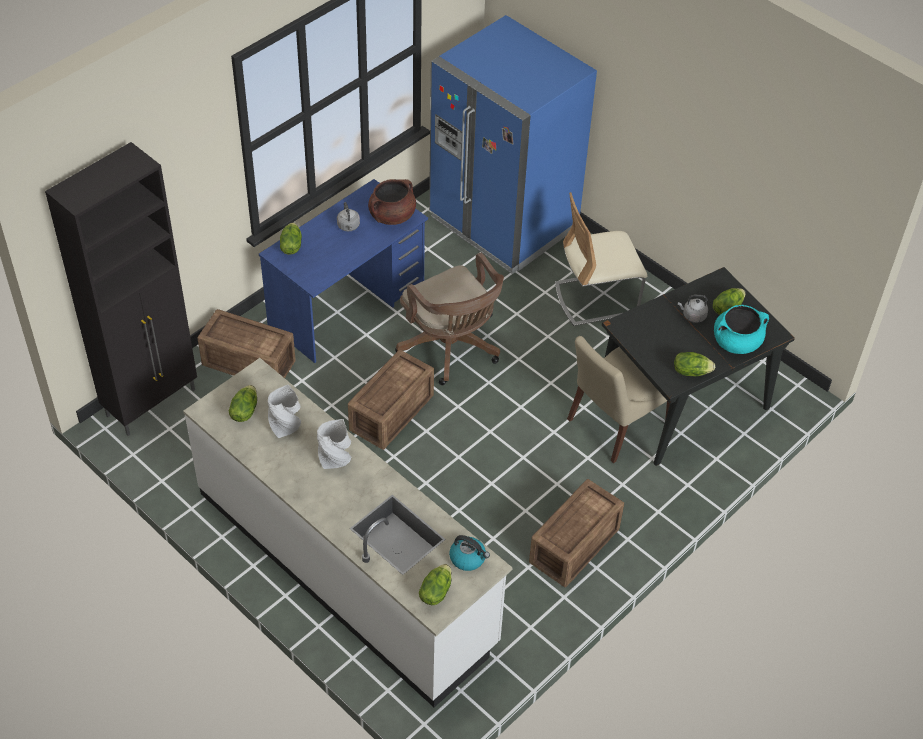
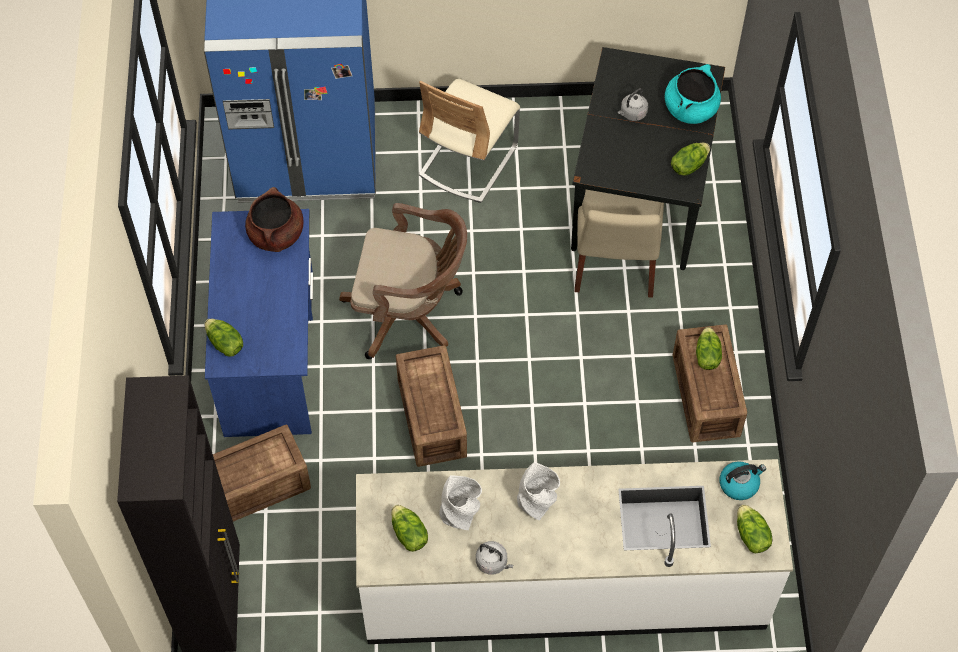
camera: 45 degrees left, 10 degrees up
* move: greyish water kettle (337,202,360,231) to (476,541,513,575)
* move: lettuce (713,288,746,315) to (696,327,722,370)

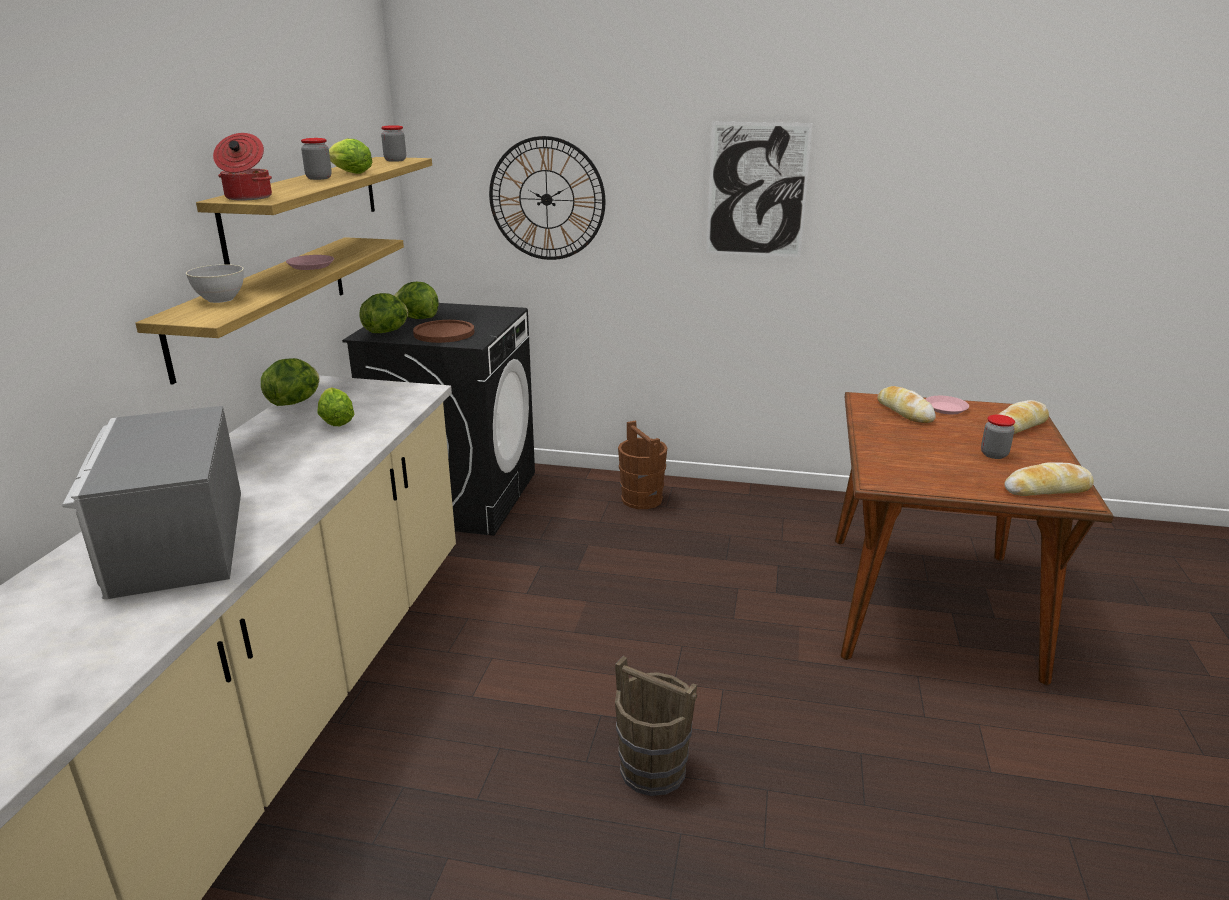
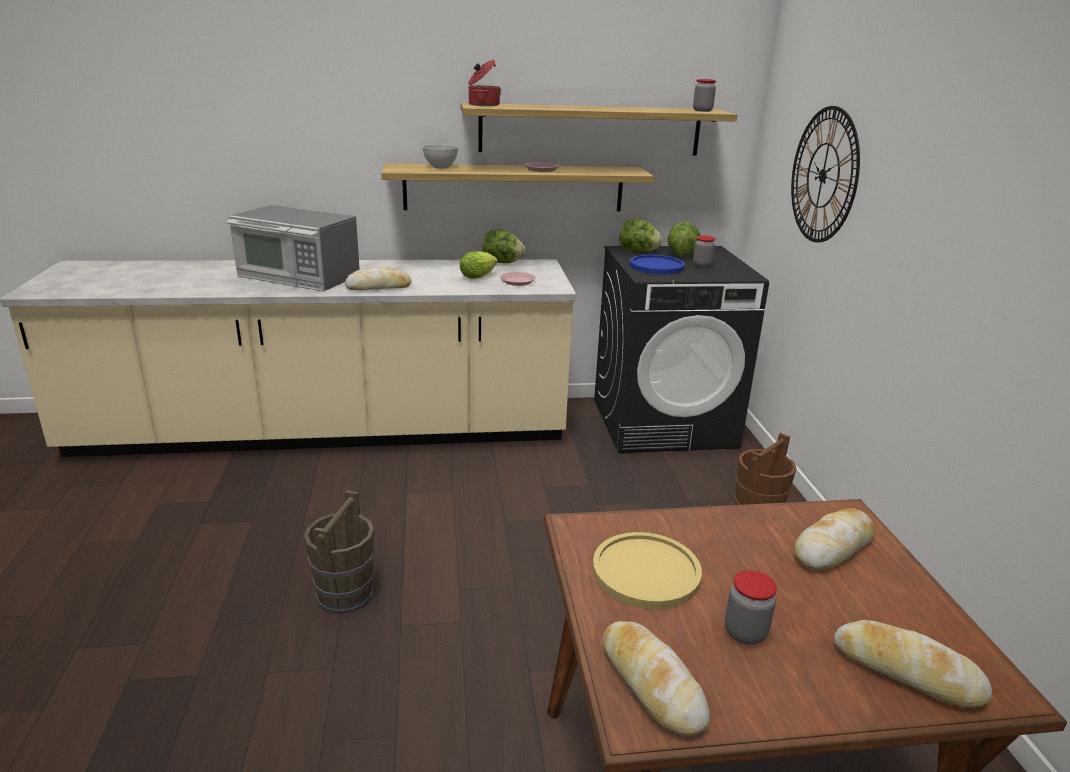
camera: 70 degrees right, 0 degrees up
* delete: lettuce (329,139,373,174)
* delete: wall picture (706,122,812,257)
* insert: bread (345,267,412,290)
* insert: yellowish flat dish (592,532,702,609)
* move: preserve jar (301,138,332,180) to (693,235,715,268)
* move: pink-coloured flat dish (925,396,969,414) to (500,272,536,286)
* recolor: brown-coloured flat dish (413,320,474,343) to blue-coloured flat dish (630,255,685,274)
* rotate: microwave (62,406,241,599) = (226,205,360,291) 120 degrees counterclockwise

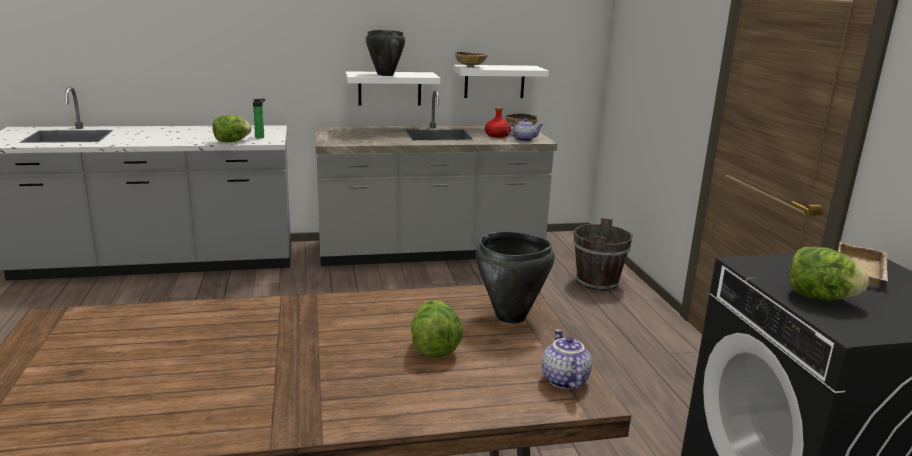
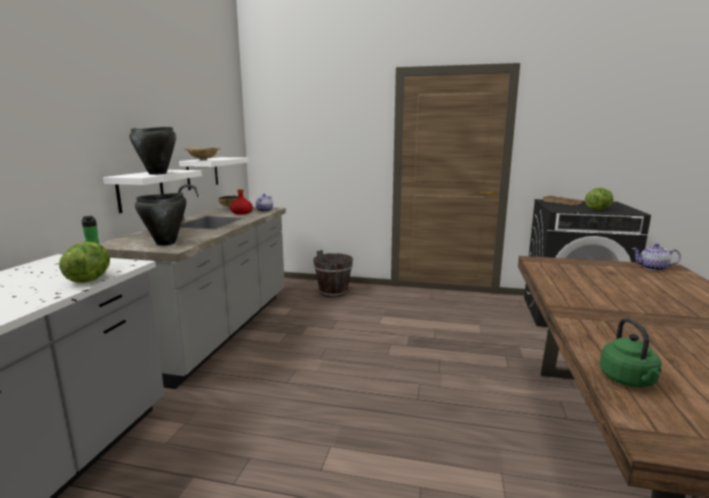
camera: 65 degrees left, 5 degrees down
* delete: lettuce (411,300,463,358)
* insert: greenish water kettle (600,318,662,388)
* move: black saucepot (475,232,555,323) to (135,193,186,246)

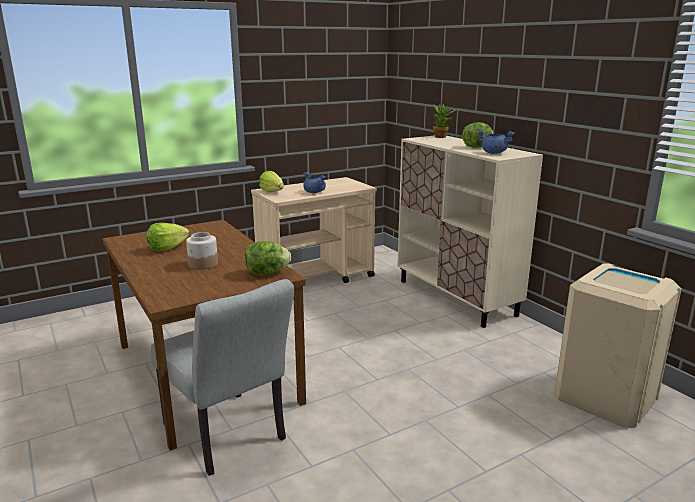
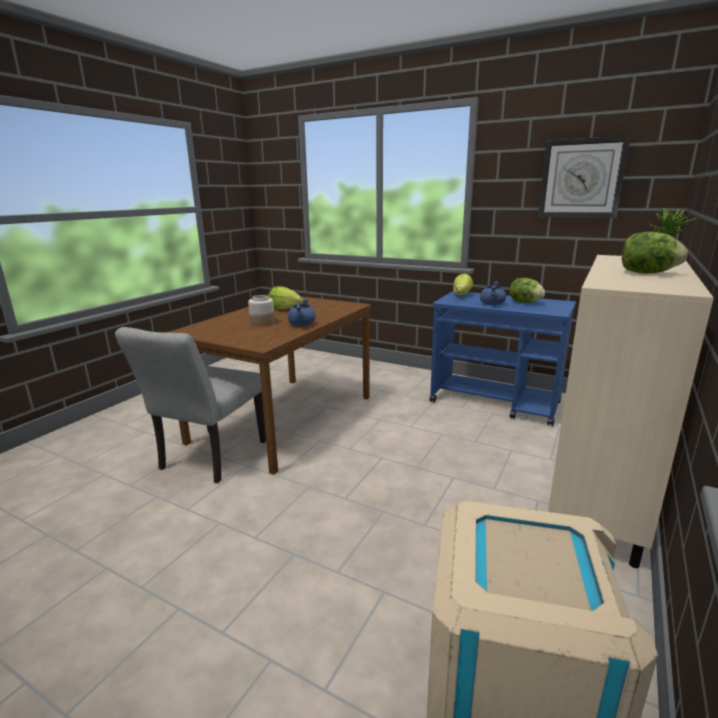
camera: 60 degrees right, 0 degrees up
* insert: hanging clock (538,136,630,218)
* move: lettuce (245,241,291,275) to (510,278,545,303)
* move: blue-coloured saucepot (477,130,515,154) to (288,299,316,326)
* recolor: beige wheeled cart (251,177,377,283) to blue-coloured wheeled cart (429,291,576,426)

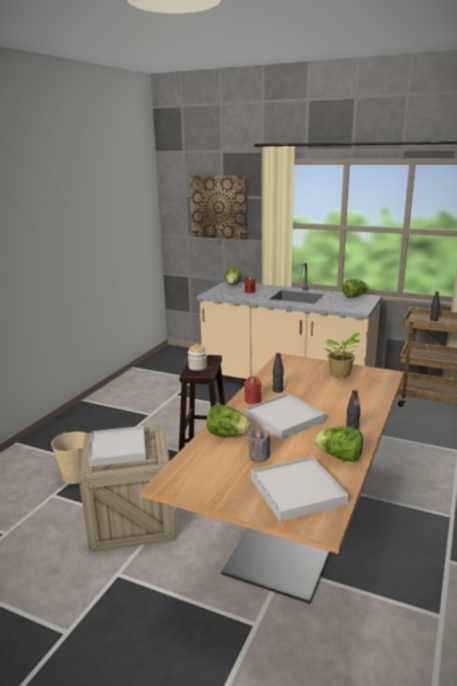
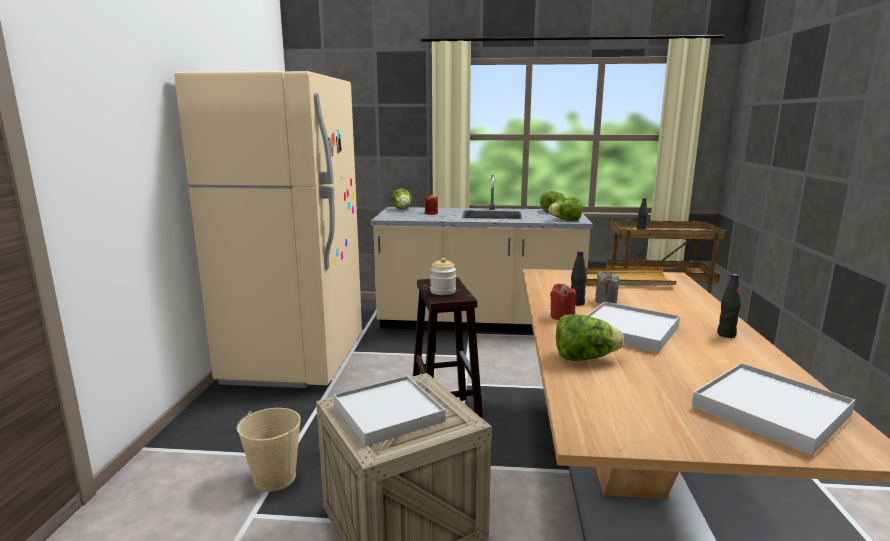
camera: 20 degrees left, 5 degrees down
* delete: wall picture (190,175,248,240)
* insert: beige refrigerator (174,71,362,388)
* move: greyish wax light (248,428,270,462) to (595,271,619,304)
* move: lettuce (314,427,363,462) to (549,197,582,221)
* replace: potted plant (324,333,360,377) to beige serving tray (586,268,677,286)

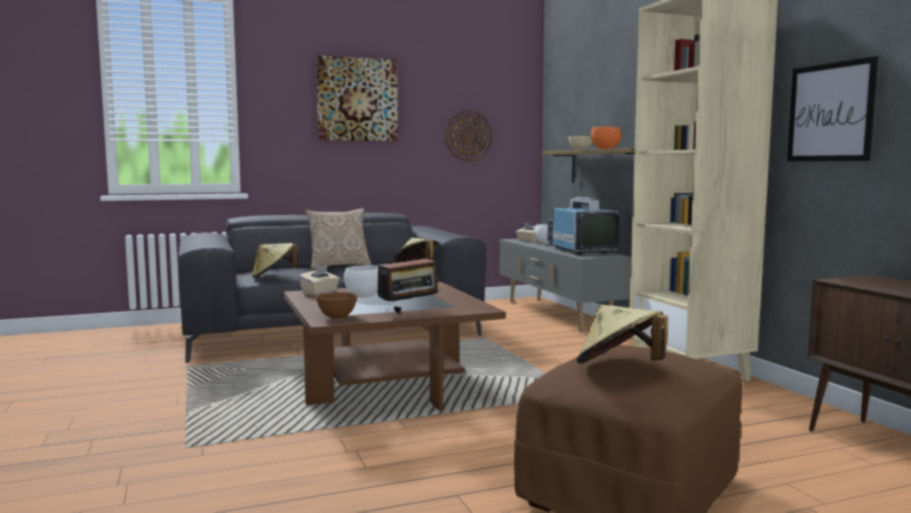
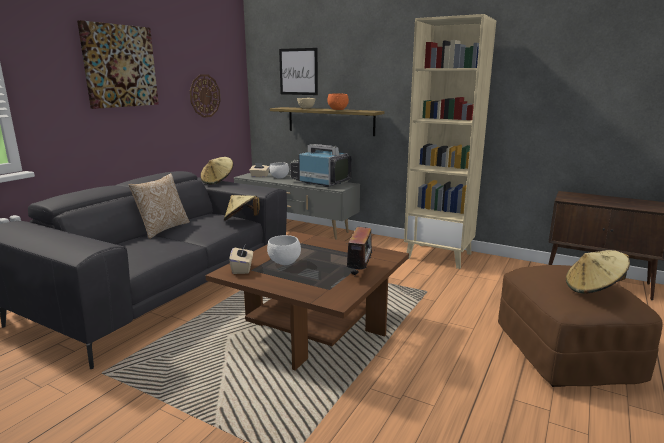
camera: 40 degrees left, 10 degrees up
* delete: brown-coloured serving bowl (316,292,357,318)
* move: beige hat (252,243,299,278) to (200,157,233,184)
* move: wall picture (787,56,878,161) to (279,48,318,95)

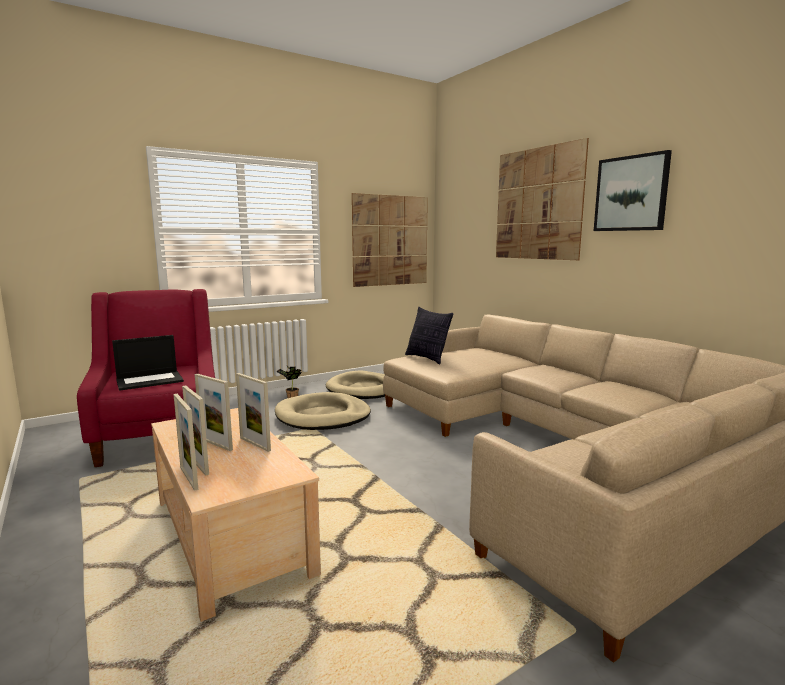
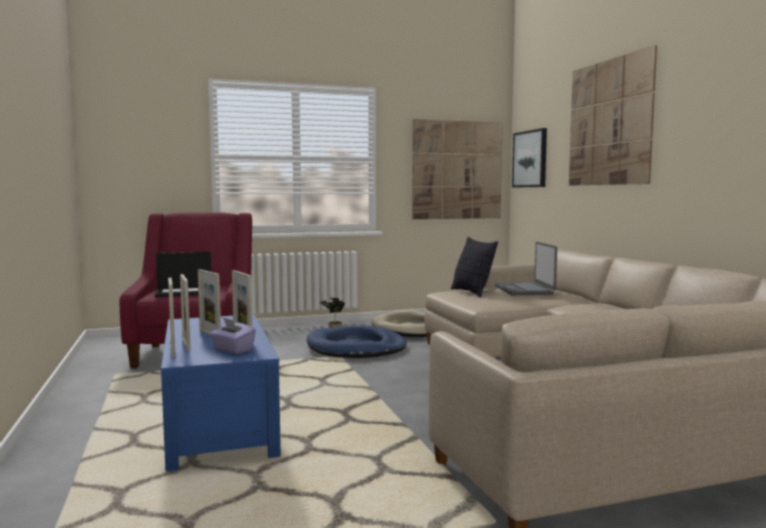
camera: 15 degrees right, 5 degrees down
* insert: purple-coloured box of tissues (209,318,256,354)
* insert: laptop (495,242,557,295)
* move: wall picture (594,150,672,231) to (512,128,547,188)
* recolor: beige lounge table (151,408,321,622) to blue-coloured lounge table (161,314,281,472)
* recolor: beige dog bed (275,392,371,430) to blue-coloured dog bed (307,325,407,358)

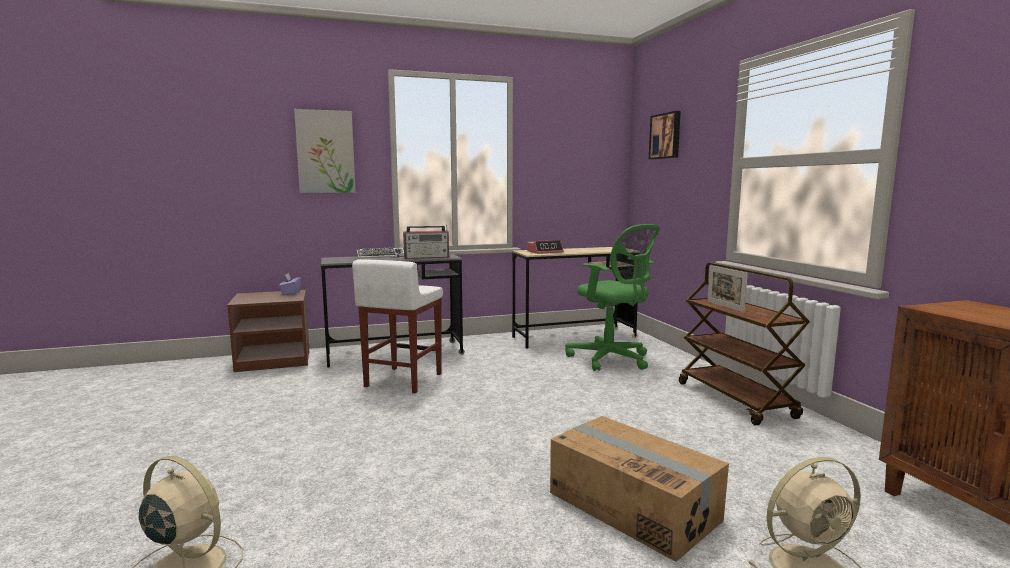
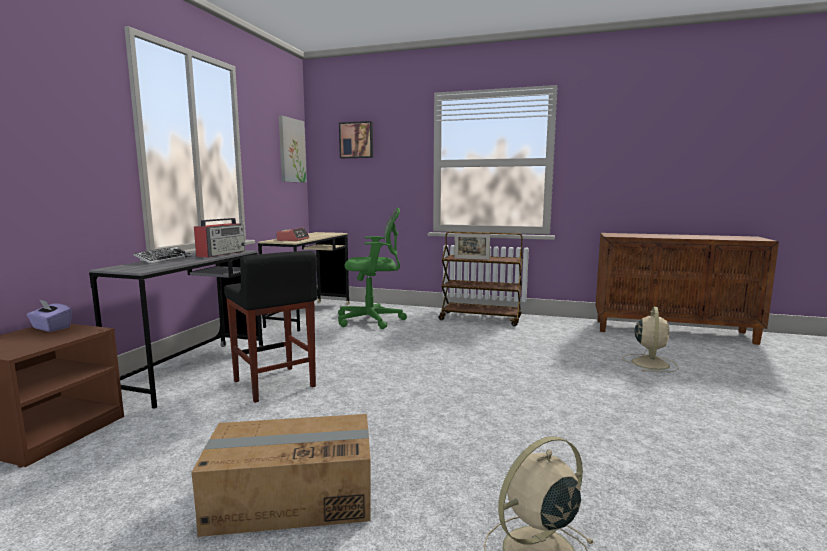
camera: 55 degrees left, 0 degrees up
* move: wall picture (294,109,356,193) to (279,116,307,182)
* move: packing box (550,416,729,562) to (191,414,371,537)
* recolor: whitish stool seat (352,259,443,394) to black stool seat (224,251,317,403)

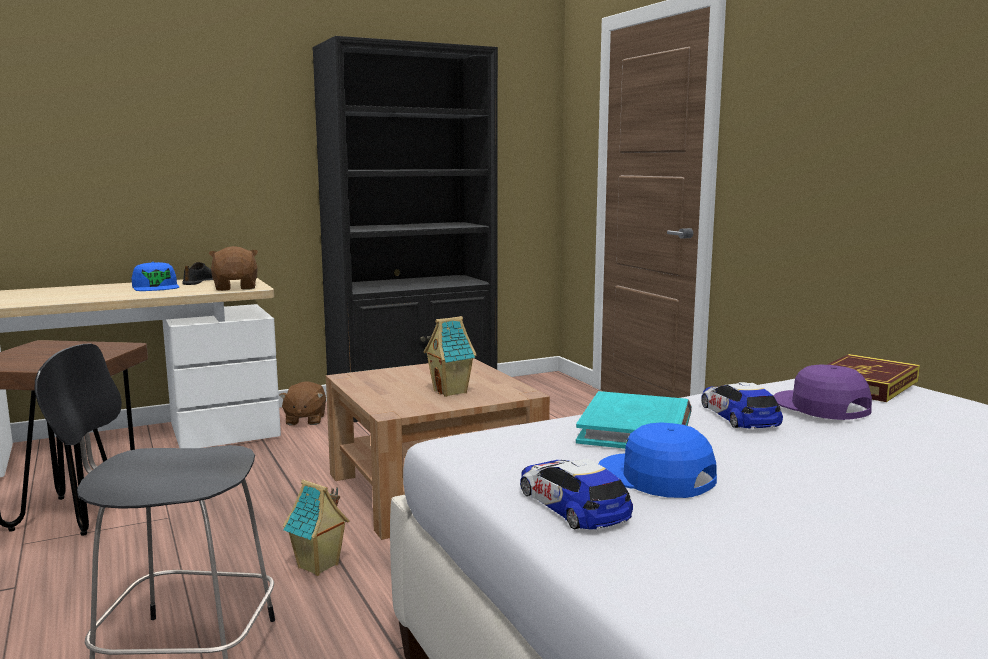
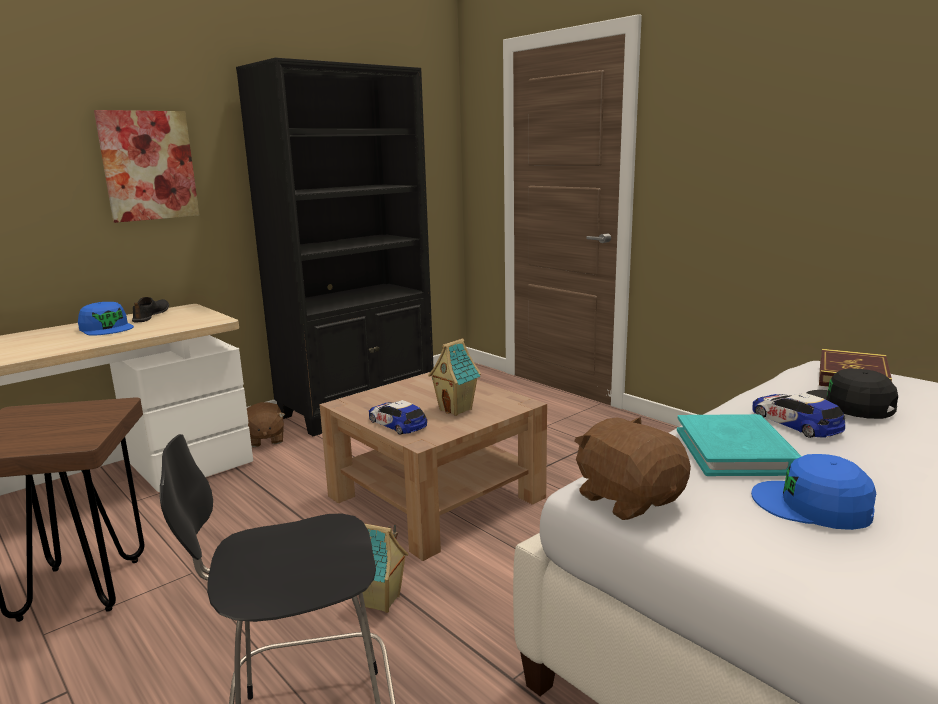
camera: 15 degrees left, 5 degrees up
* insert: wall picture (94,110,199,223)
* move: brown-coloured soft toy (208,246,258,291) to (574,417,691,520)
* move: toy car (520,459,633,529) to (369,400,427,435)
* recolor: purple-coloured baseball cap (773,365,872,420) to black baseball cap (806,368,898,419)

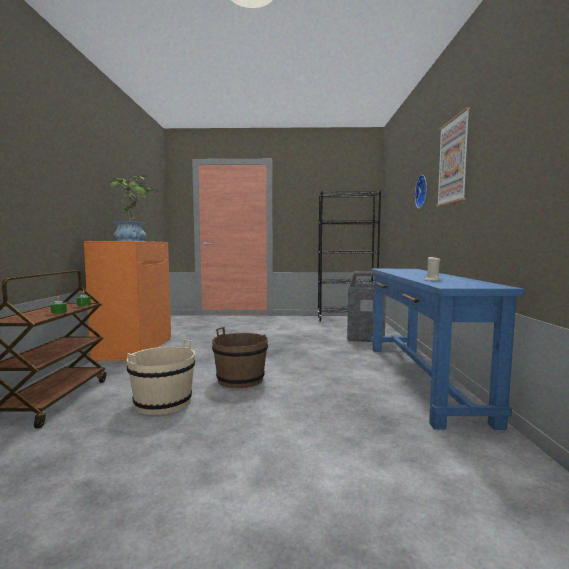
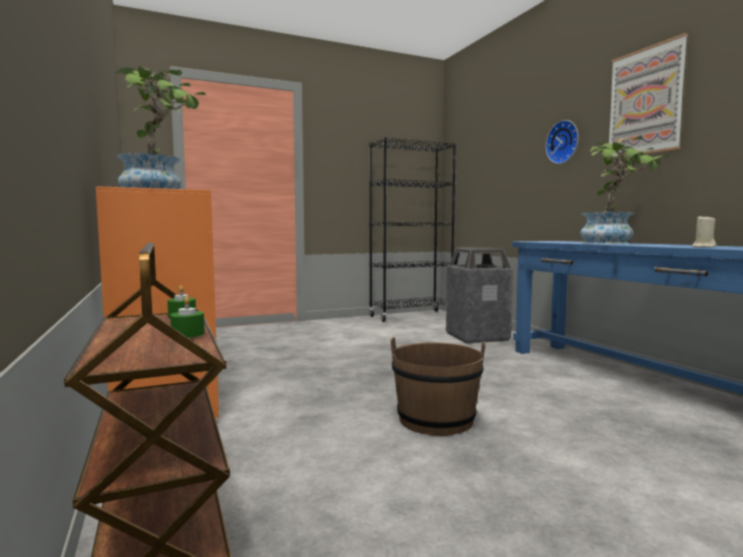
camera: 25 degrees left, 0 degrees up
* delete: beige pail (127,339,195,415)
* insert: potted plant (580,136,669,244)

